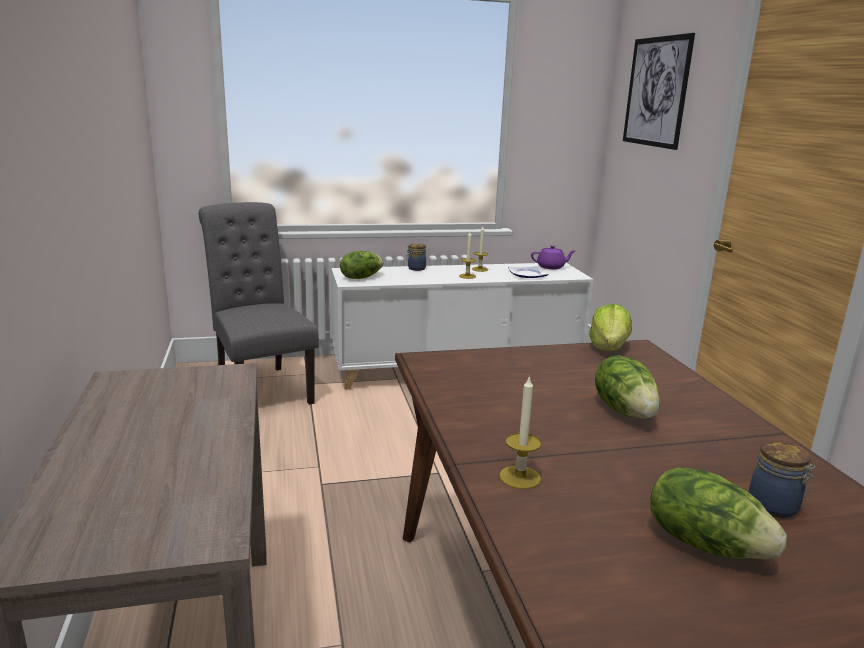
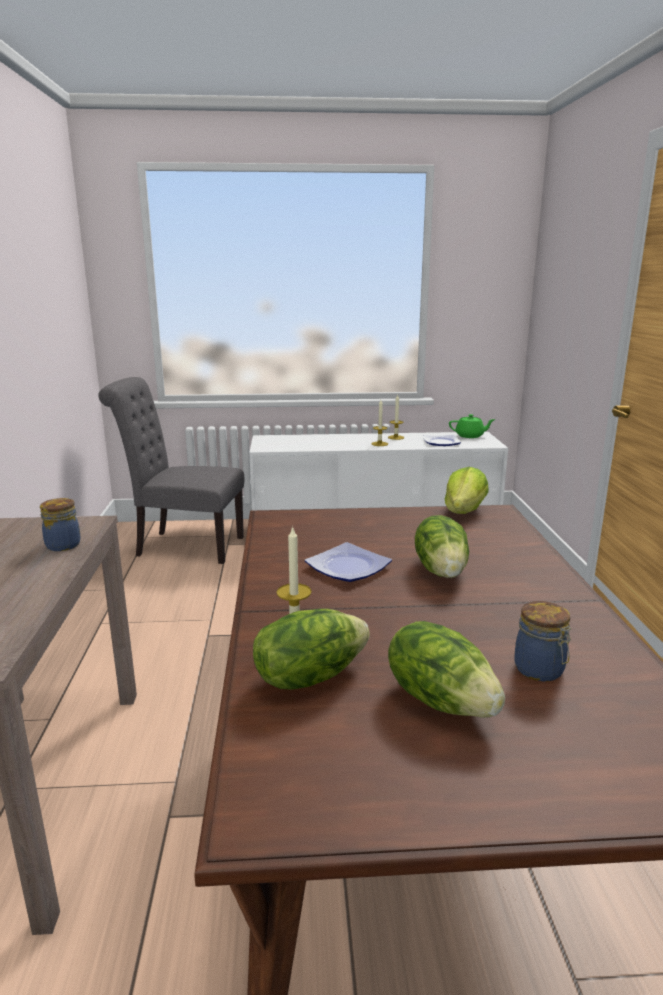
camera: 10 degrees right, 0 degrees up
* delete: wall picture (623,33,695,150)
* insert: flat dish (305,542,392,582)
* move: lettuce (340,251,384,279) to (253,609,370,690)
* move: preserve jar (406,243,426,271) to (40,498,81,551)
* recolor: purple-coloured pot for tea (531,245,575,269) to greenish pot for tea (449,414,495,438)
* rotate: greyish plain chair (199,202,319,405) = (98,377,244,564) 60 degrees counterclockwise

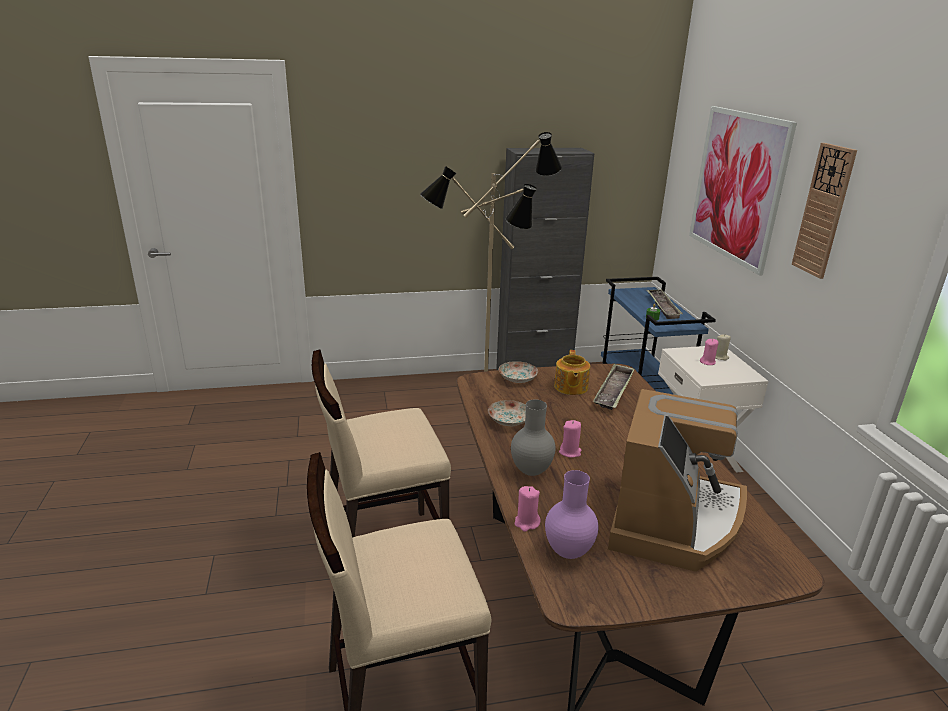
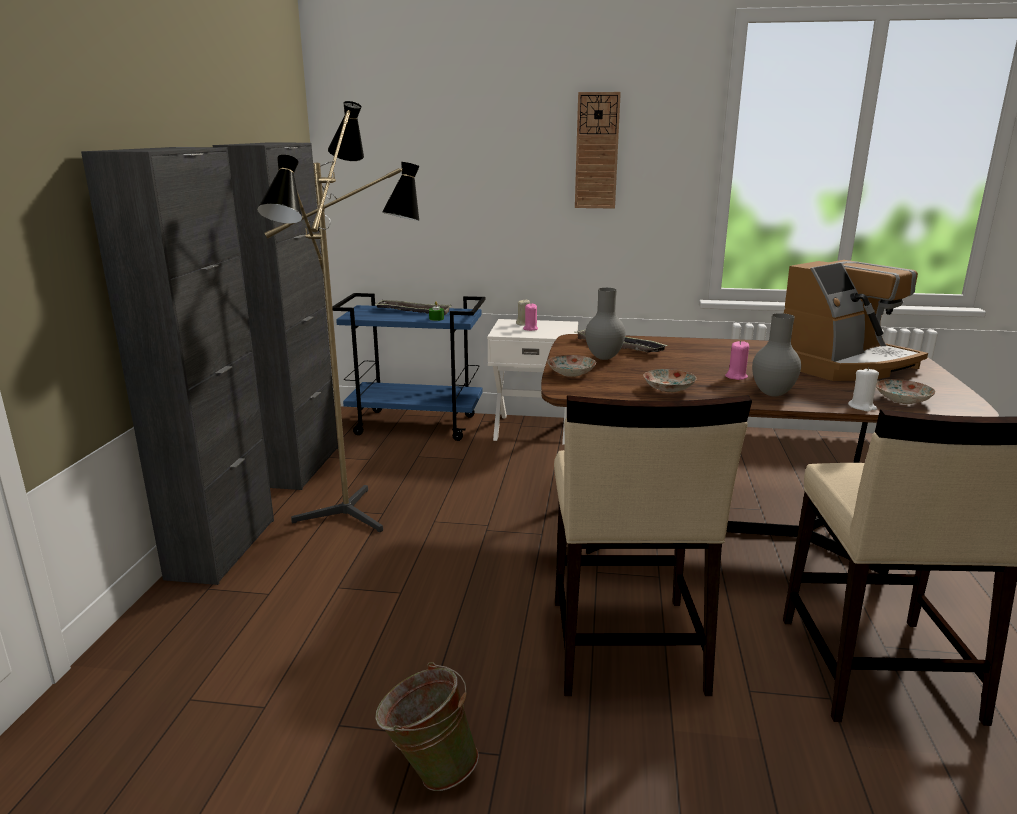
camera: 70 degrees left, 5 degrees down
* delete: wall picture (689,106,797,275)
* insert: black cabinet (81,147,274,585)
* insert: greenish pail (375,662,479,791)
* replace: purple-coloured vase (545,470,598,559) to flat dish (876,379,936,404)
* replace: pot for tea (554,350,590,395) to greyish vase (585,288,625,360)
* recolor: pink-coloured wax light (515,486,541,532) to whitish wax light (848,367,879,411)
* rotate: coffee brewer (608,389,747,572) = (784,260,928,381) 105 degrees clockwise

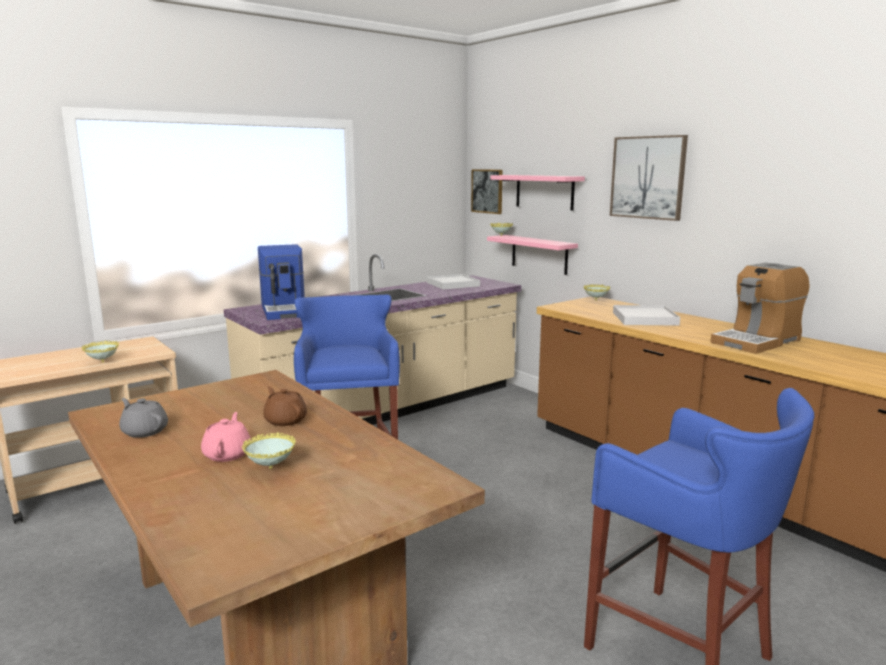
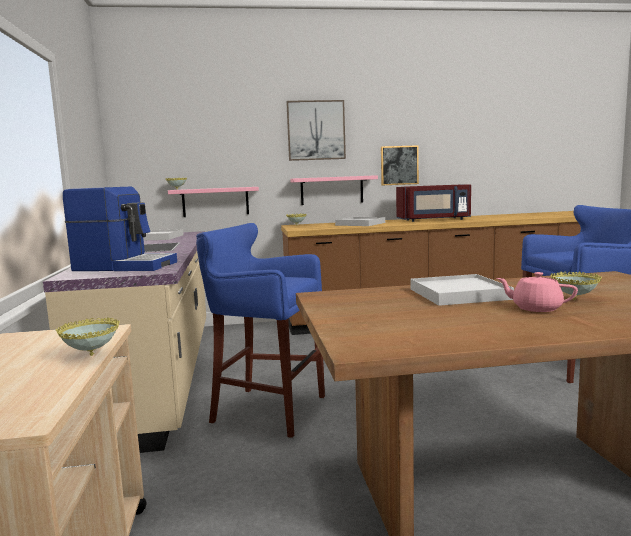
camera: 60 degrees left, 5 degrees down
* delete: greyish pot for tea (119,398,168,438)
* move: wall picture (471,169,503,214) to (381,145,419,186)
* move: pink-coloured shelf (491,175,585,211) to (290,175,378,205)
* replace: brown-coloured pot for tea (263,387,307,426) to whitish serving tray (410,274,514,306)
* replace: coffee brewer (710,262,809,354) to red microwave (396,185,471,222)

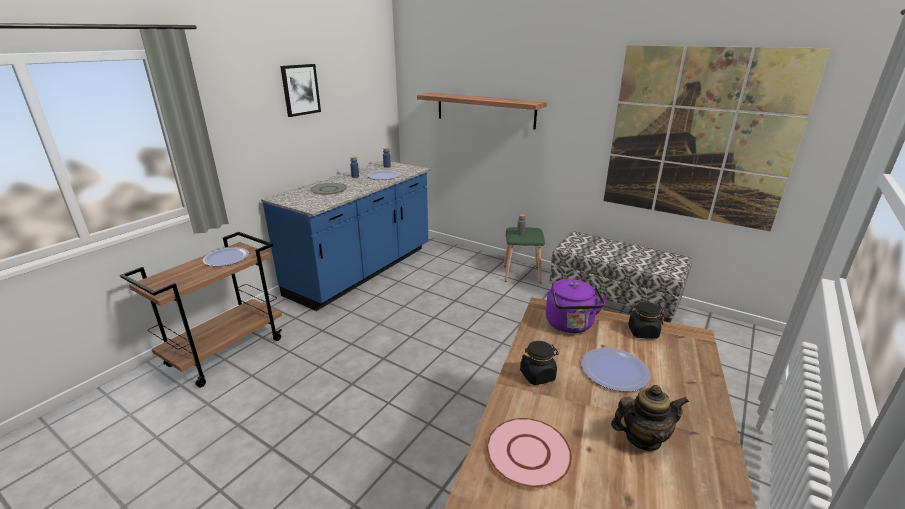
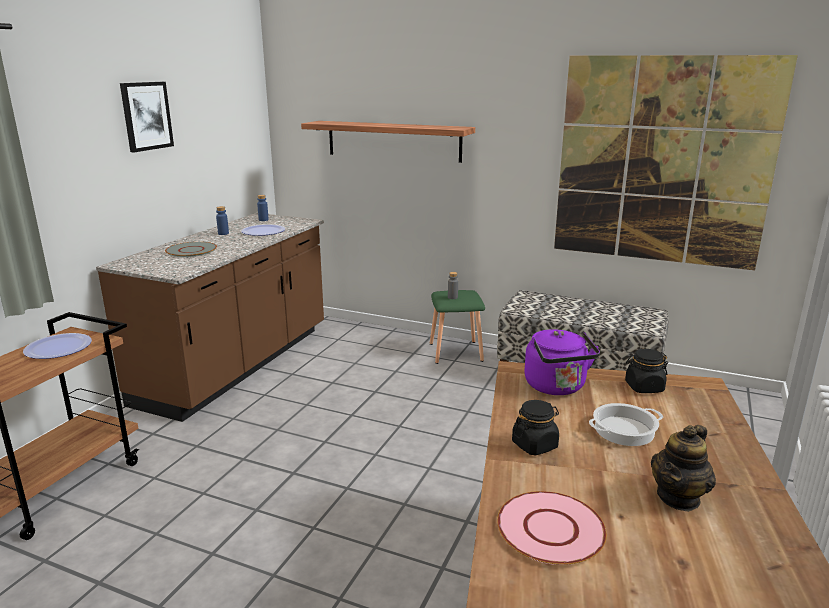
camera: 10 degrees left, 5 degrees down
* replace: flat dish (581,348,651,392) to saucepot (589,403,664,446)
* recolor: blue-coloured kitchen base unit (261,161,430,311) to brown-coloured kitchen base unit (96,213,324,422)
* rotate: pot for tea (611,385,689,451) = (651,425,716,512) 150 degrees clockwise

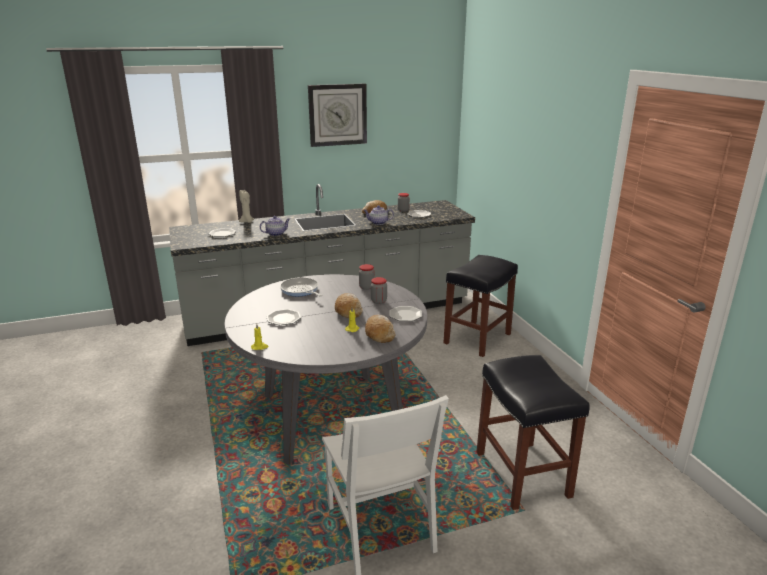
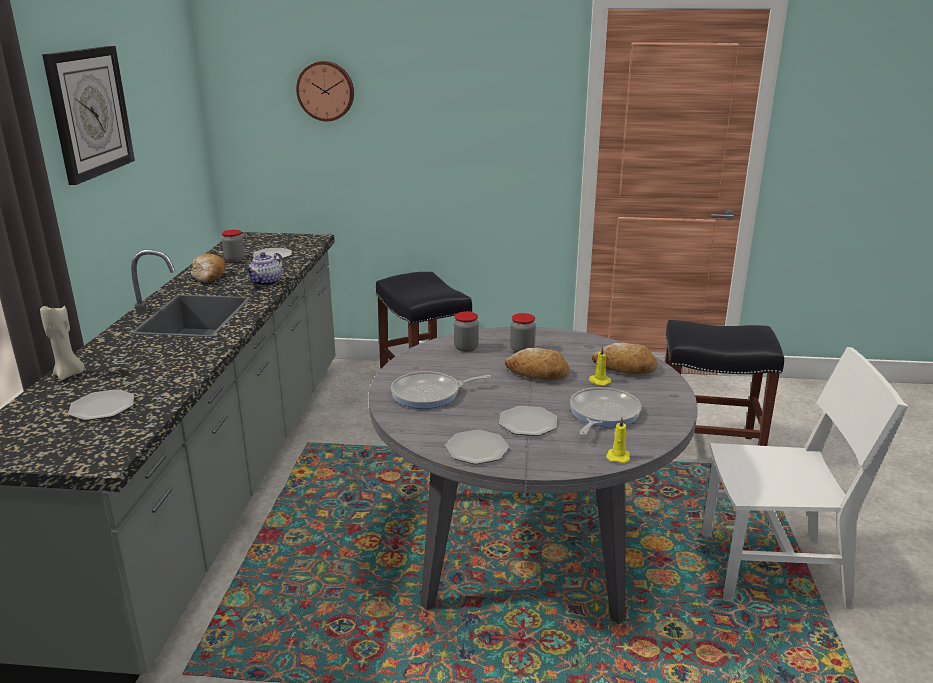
camera: 65 degrees left, 0 degrees up
* delete: pot for tea (260,216,290,236)
* insert: hanging clock (296,61,354,121)
* insert: skillet (570,387,642,435)
* move: flat dish (389,306,422,321) to (445,430,509,464)

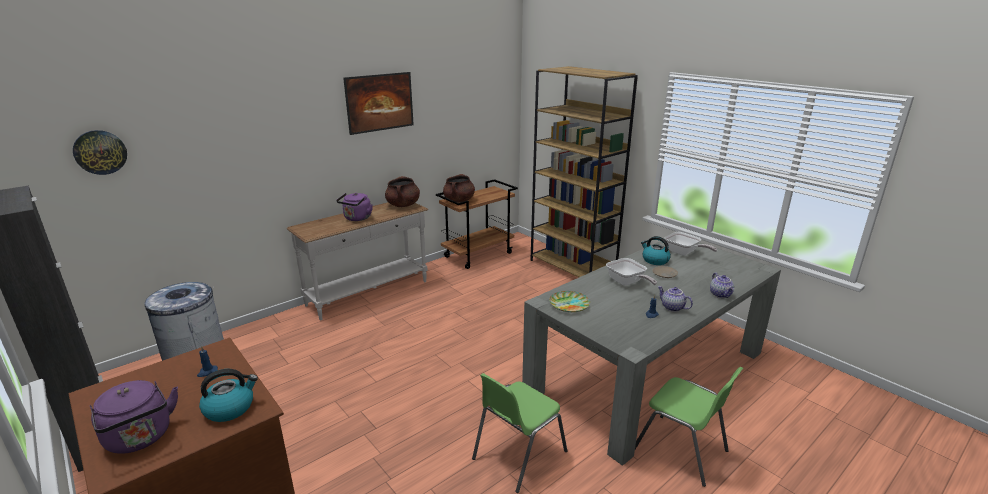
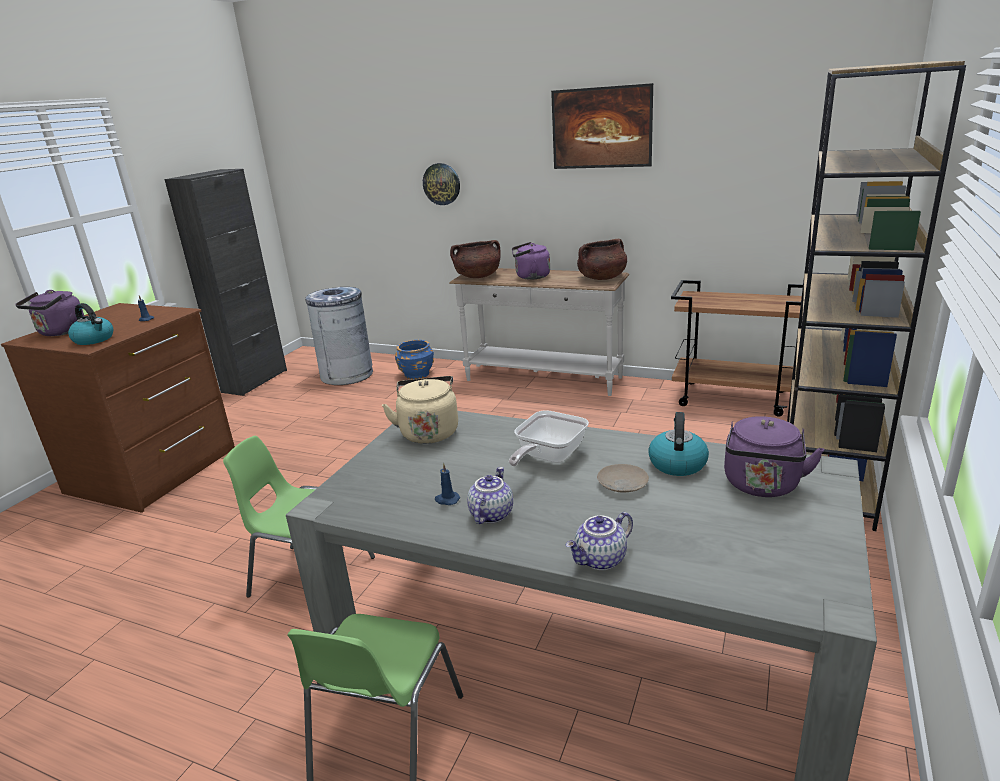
camera: 65 degrees right, 0 degrees up
* insert: blue-coloured planter (395,340,434,379)
* move: hanging clock (73,130,127,175) to (423,163,460,205)
* move: brown-coloured saucepot (443,174,475,202) to (450,240,500,278)
* replace: flat dish (549,291,590,312) to beige water kettle (382,376,458,444)
* replace: skillet (665,232,717,256) to purple-coloured water kettle (724,416,824,497)

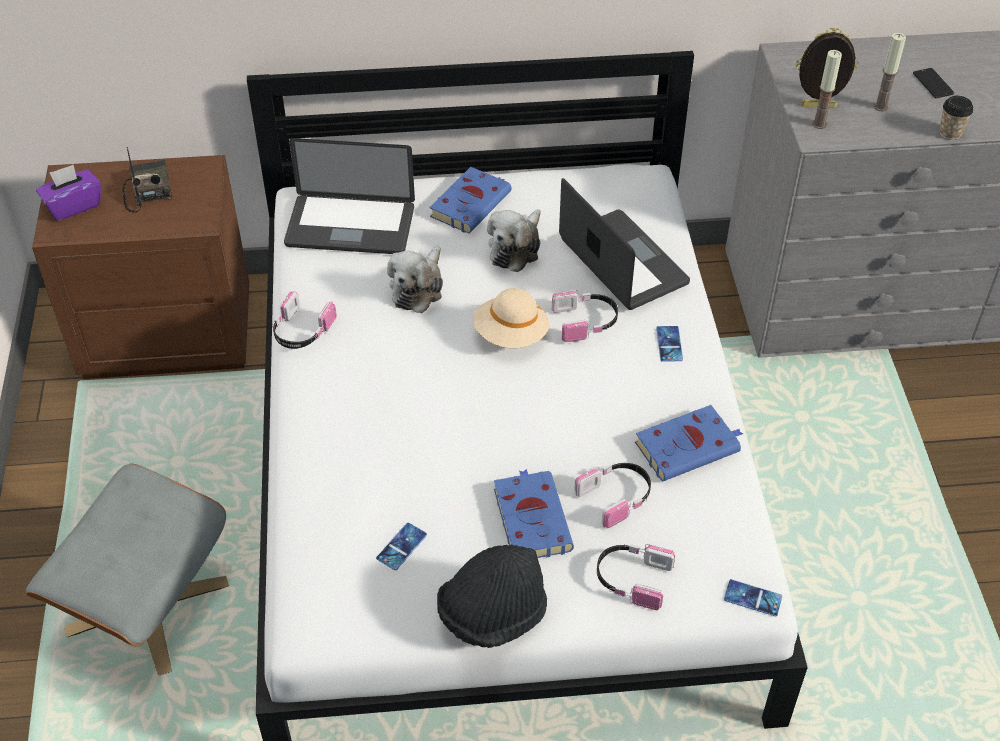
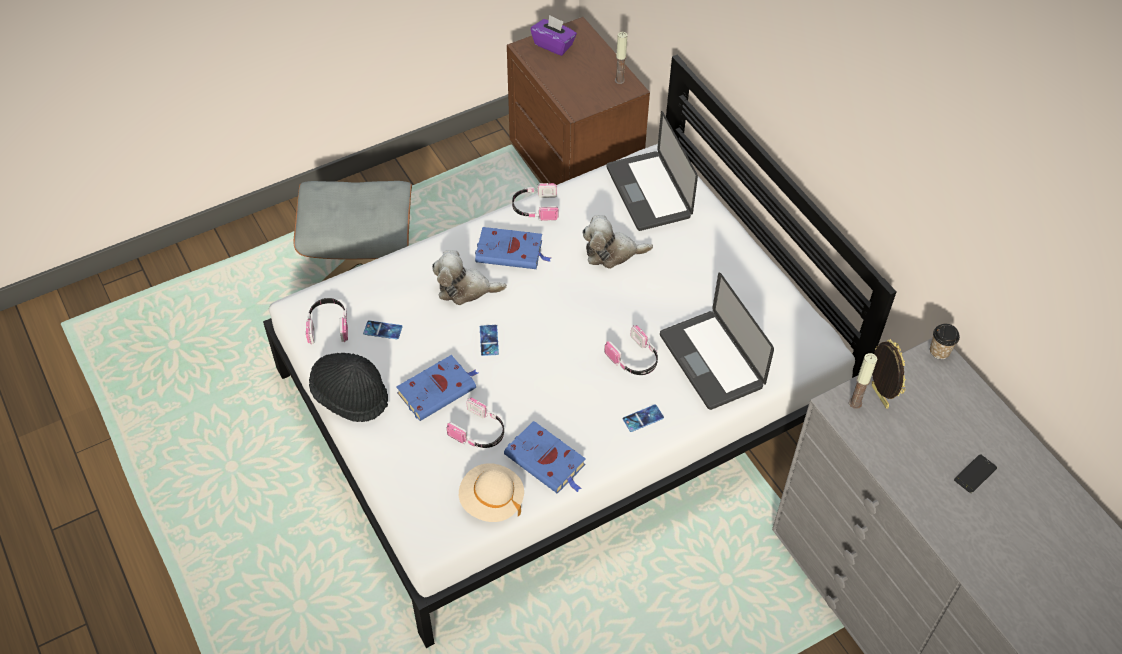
camera: 65 degrees right, 5 degrees up
* delete: radio receiver (122,147,172,212)
* move: blue-coloured bound book (429,167,512,234) to (475,227,551,269)
* move: beige hat (473,288,550,348) to (459,463,524,522)
* move: soft toy (487,209,541,272) to (432,250,507,305)
* move: headset (597,544,675,610) to (306,298,348,345)
* move: phone (724,579,782,616) to (480,325,499,356)
* move: wax light (874,33,906,112) to (615,32,627,84)
* move: small cup (939,96,973,140) to (930,324,960,359)
* rotate: laptop (559,178,690,310) = (660,272,774,410) 120 degrees clockwise

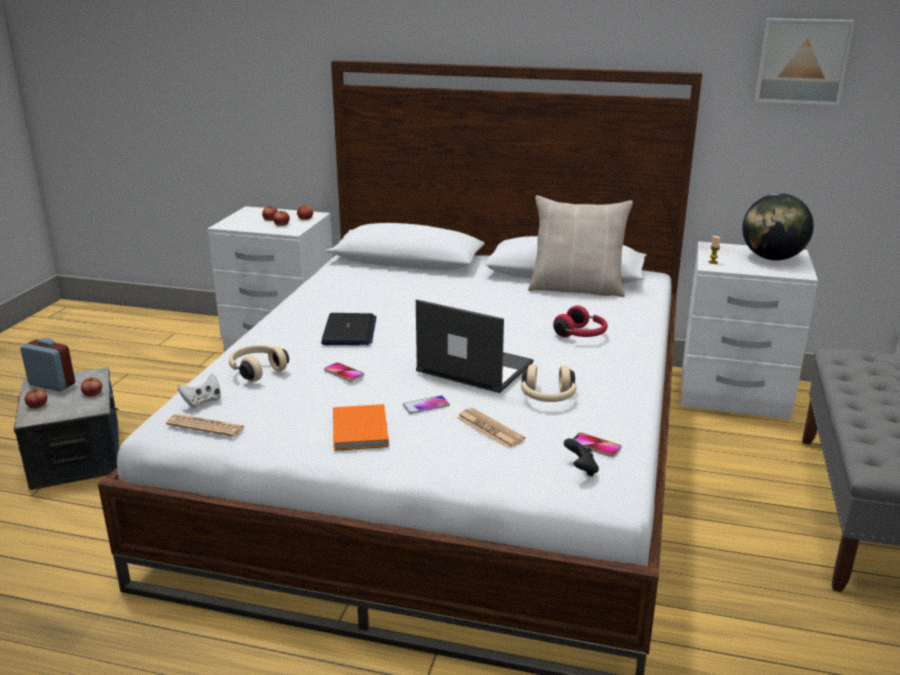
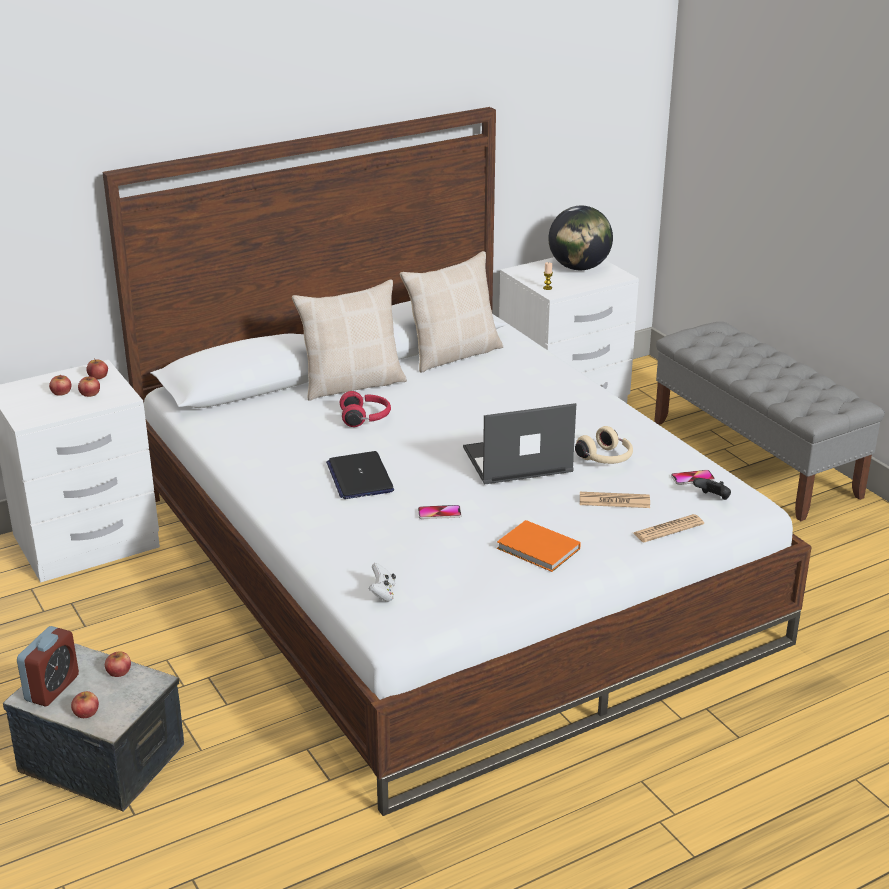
camera: 45 degrees left, 5 degrees up
* delete: beige headset (229,345,289,382)
* delete: phone (403,395,450,414)
* delete: wall picture (755,18,855,105)
* insert: beige throw pillow (292,280,407,401)
* move: daily paper (166,414,246,437) to (633,514,704,542)
* move: red headset (553,305,608,337) to (340,391,391,427)
* rotate: alarm clock (20,338,75,391) = (17,626,79,706) 135 degrees clockwise
* rotate: laptop (321,313,376,345) = (326,451,394,499) 150 degrees counterclockwise

